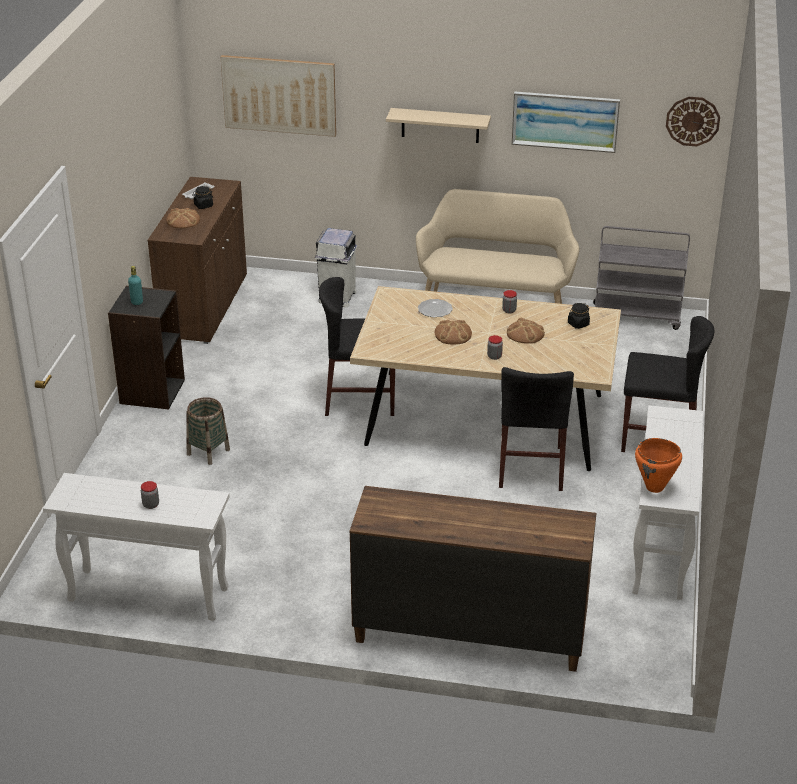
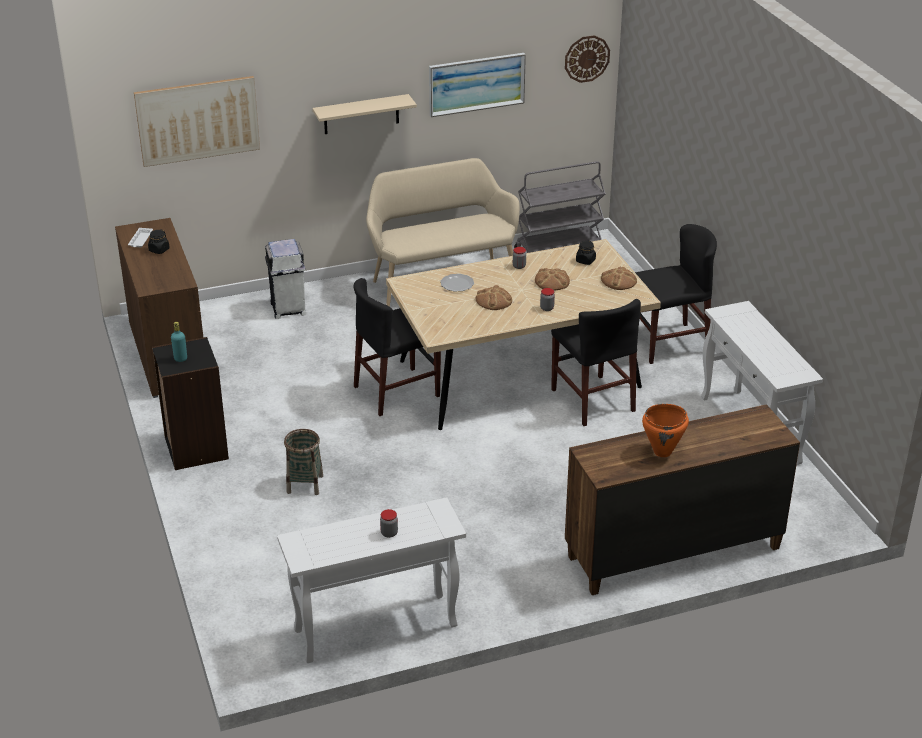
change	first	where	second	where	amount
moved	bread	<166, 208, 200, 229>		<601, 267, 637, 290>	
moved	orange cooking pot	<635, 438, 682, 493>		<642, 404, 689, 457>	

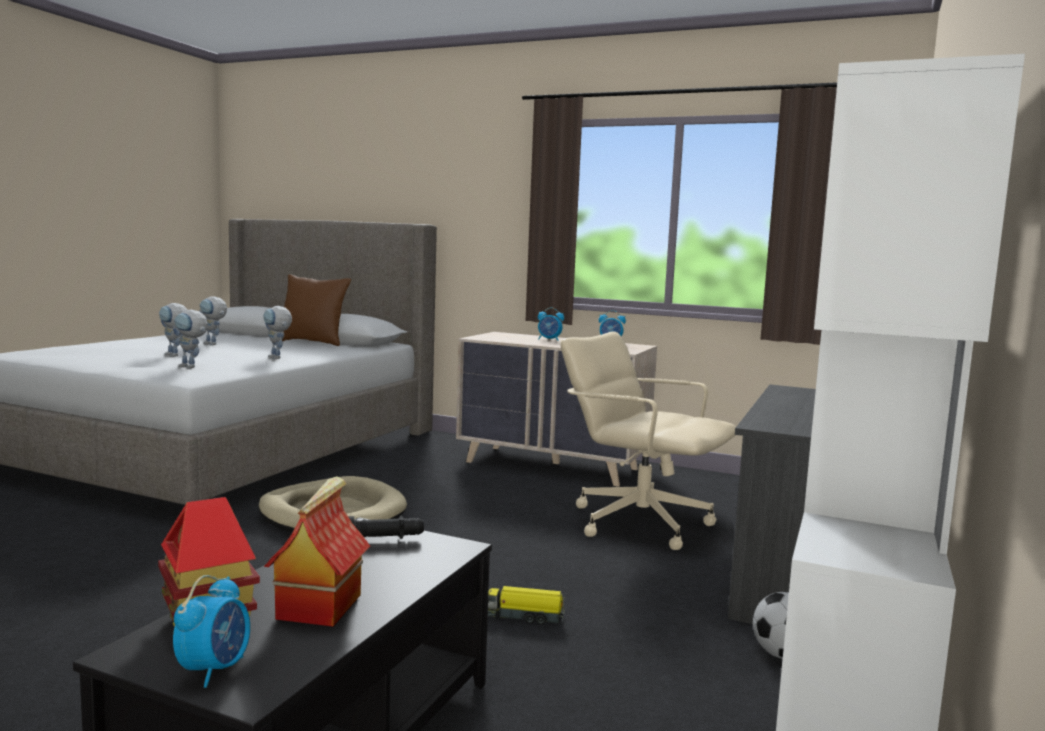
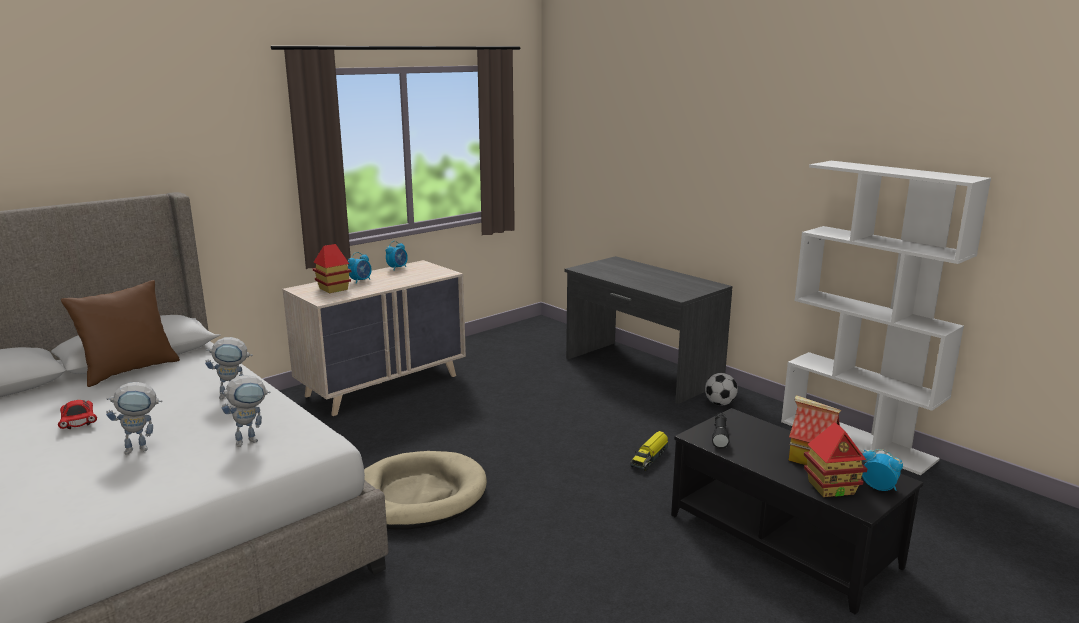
change	first	where	second	where	amount
removed	beige office chair	<560, 332, 736, 550>			
added			toy house	<313, 244, 351, 293>	
replaced	toy robot	<199, 296, 227, 345>	red toy car	<58, 400, 97, 429>	

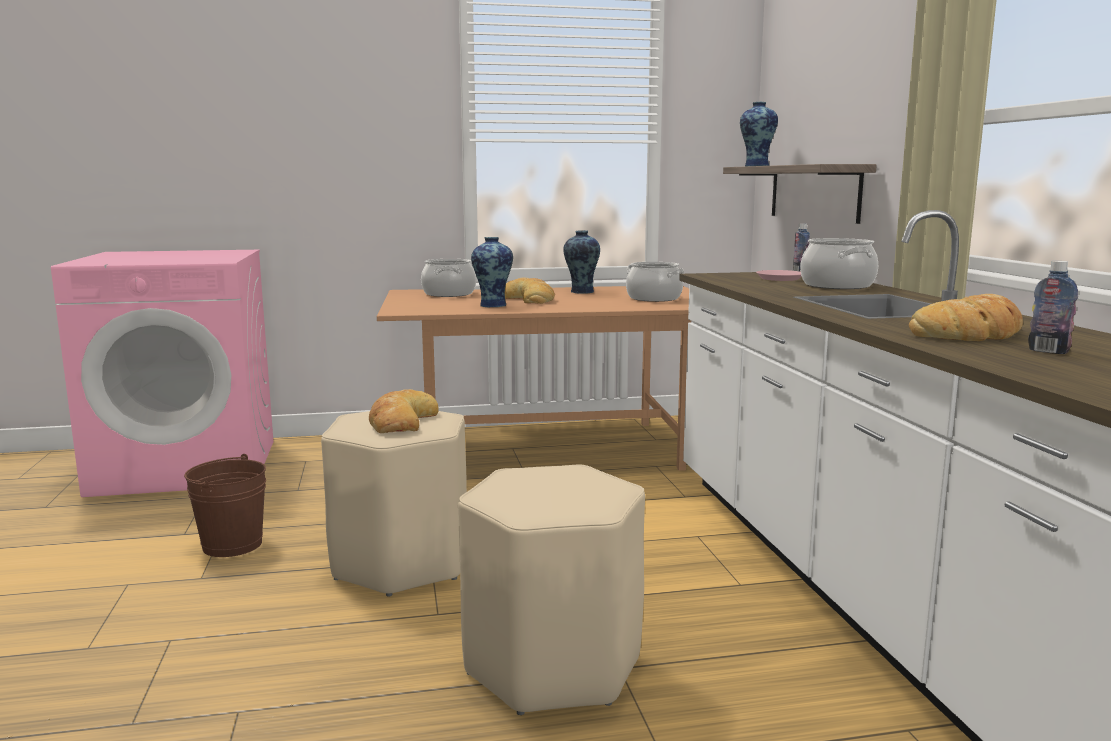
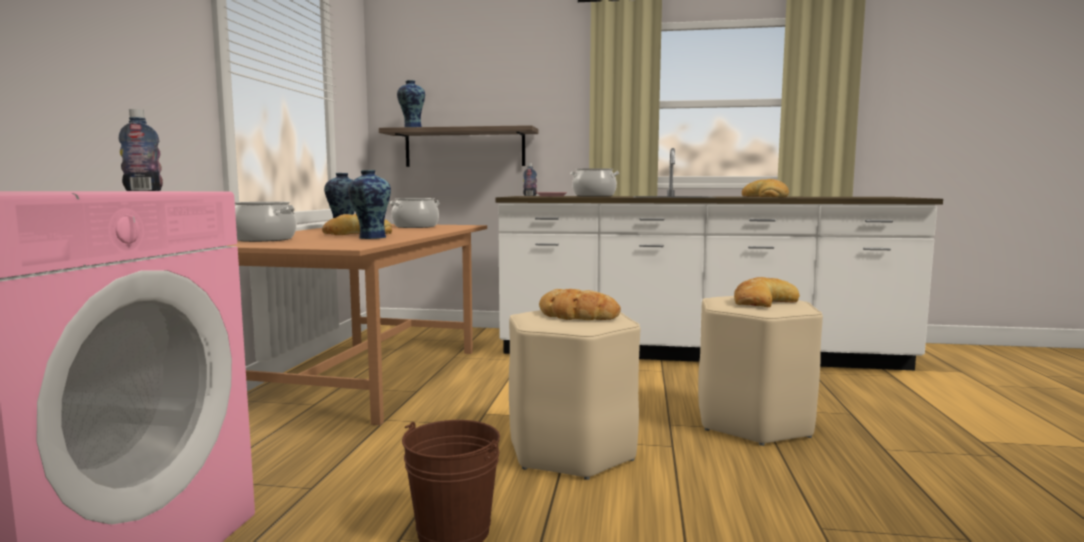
change	first	where	second	where	amount
added			bread	<734, 277, 800, 307>	
moved	bottle	<1028, 261, 1078, 354>		<119, 109, 163, 191>	

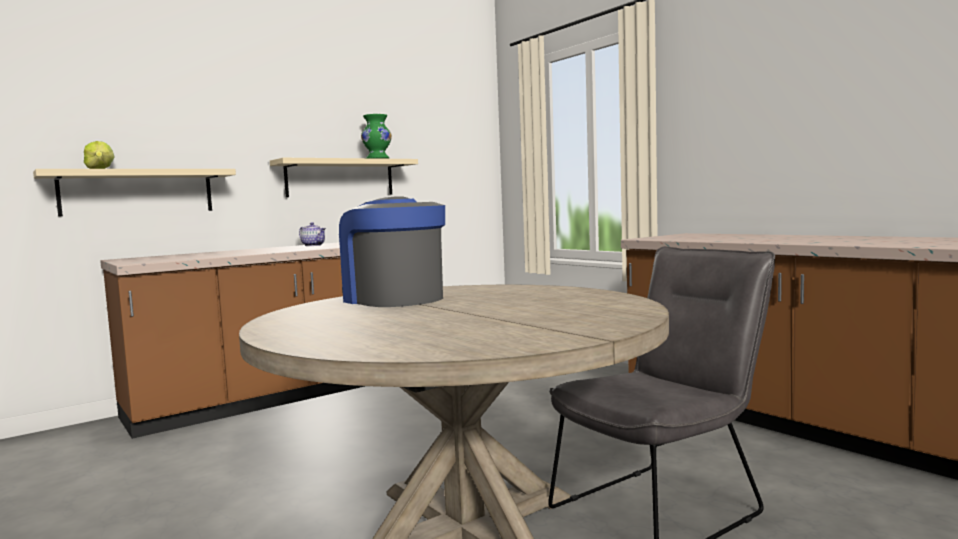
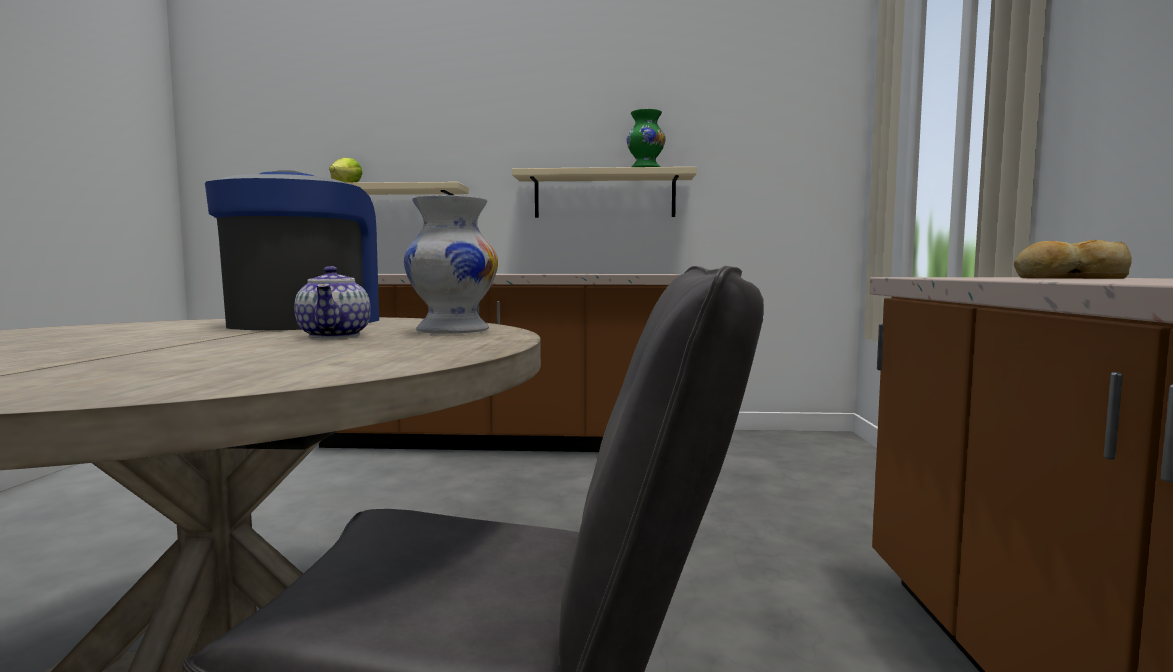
change	first	where	second	where	amount
added			white vase	<404, 195, 498, 334>	
added			bread	<1014, 240, 1132, 279>	
moved	teapot	<299, 222, 326, 246>		<294, 266, 371, 338>	

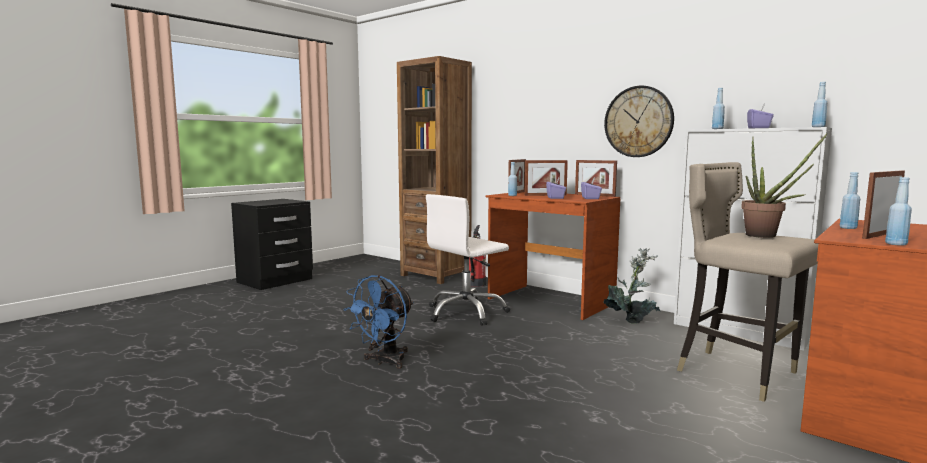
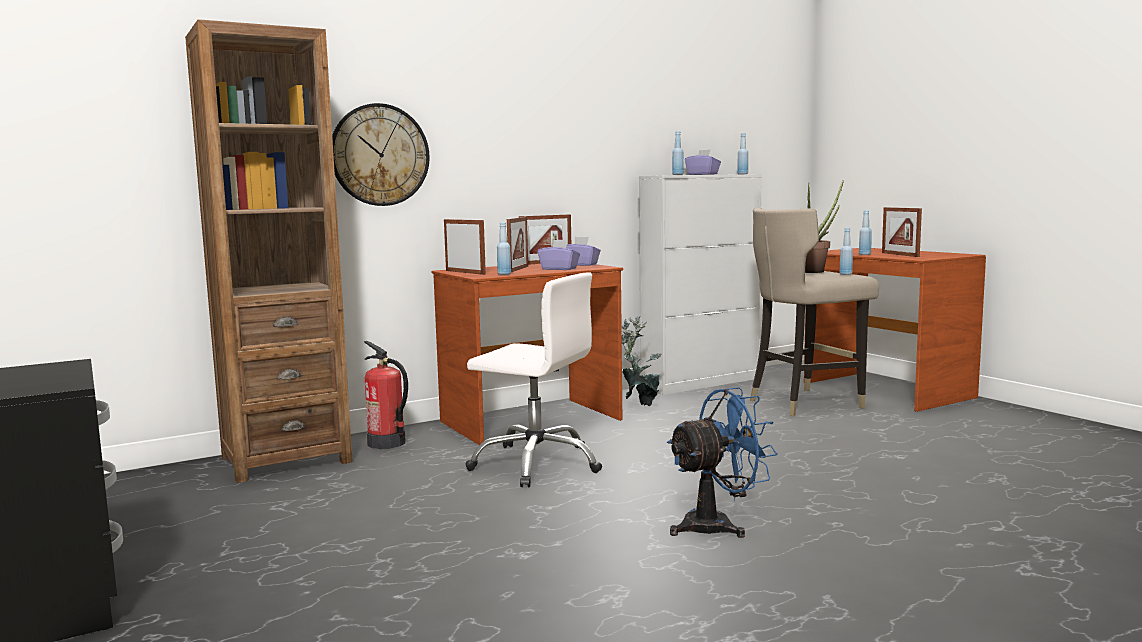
change	first	where	second	where	amount
moved	wall clock	<604, 86, 674, 157>		<332, 103, 430, 206>	
moved	blue bottle	<885, 177, 912, 246>		<839, 228, 853, 275>	
turned	blue fan	<344, 275, 414, 369>		<667, 387, 778, 538>	75 degrees counterclockwise
turned	white office chair	<426, 194, 510, 326>		<465, 272, 602, 487>	45 degrees counterclockwise

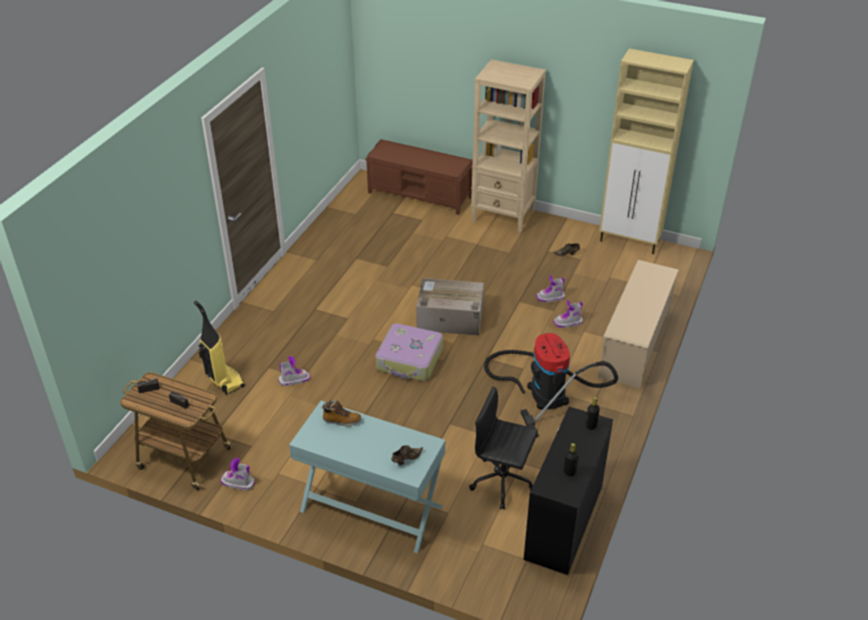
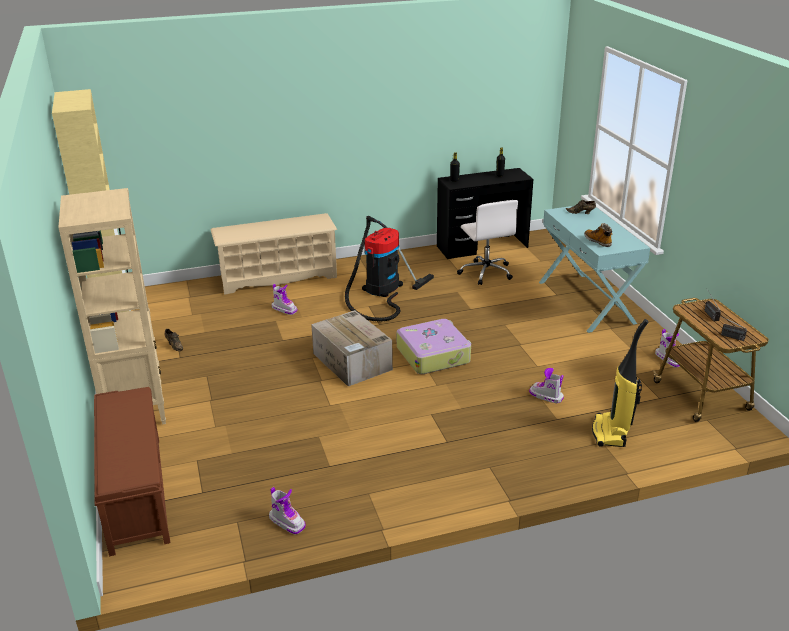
change	first	where	second	where	amount
moved	boot	<536, 275, 565, 302>		<269, 487, 306, 535>	
recoloured	black office chair	<469, 386, 538, 509>	white office chair	<457, 200, 518, 285>	

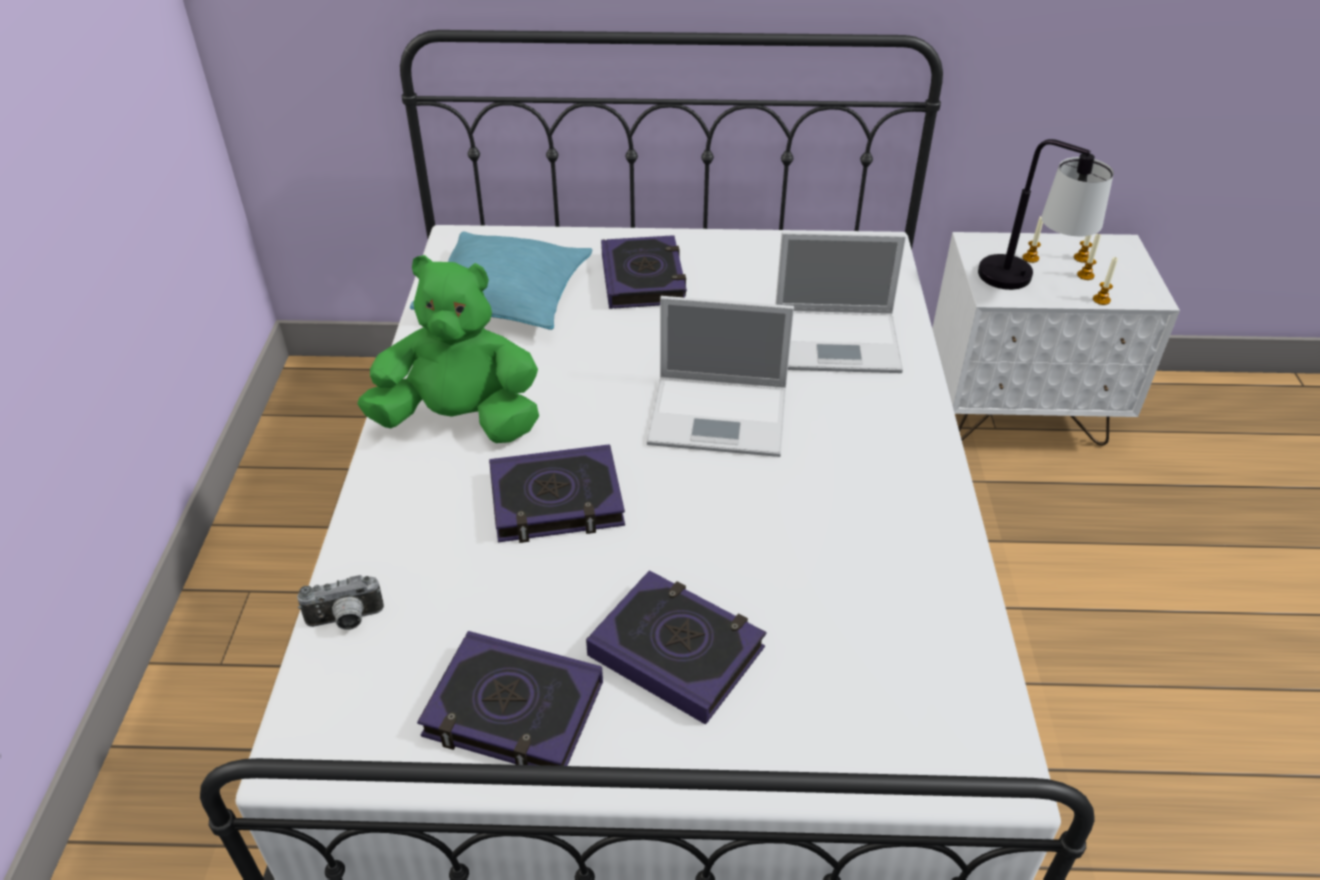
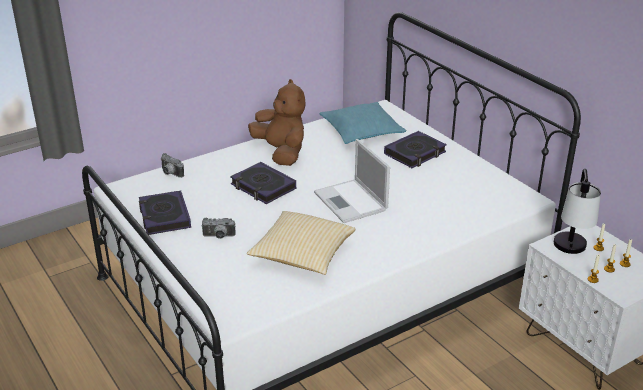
change	first	where	second	where	amount
removed	laptop	<775, 232, 906, 373>			
added			pillow	<247, 211, 356, 275>	
replaced	book	<586, 570, 766, 724>	photo camera	<202, 218, 236, 239>	
recoloured	green plush toy	<357, 255, 539, 443>	brown plush toy	<248, 79, 306, 166>	

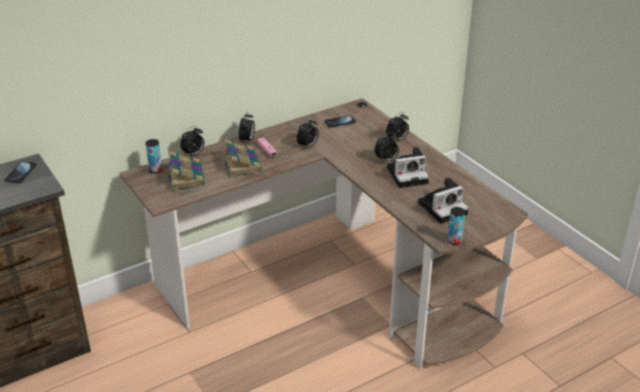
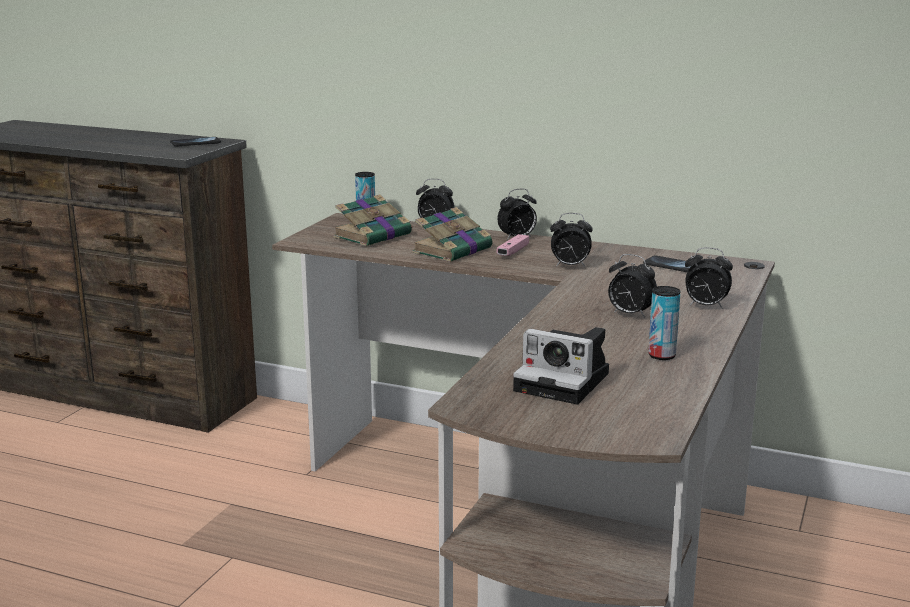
change	first	where	second	where	amount
removed	photo camera	<387, 147, 429, 188>			
moved	can	<447, 207, 465, 245>		<648, 286, 681, 360>	

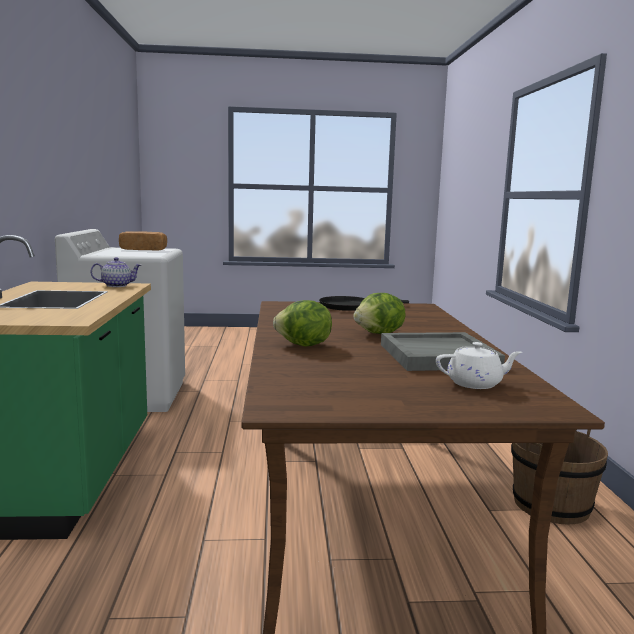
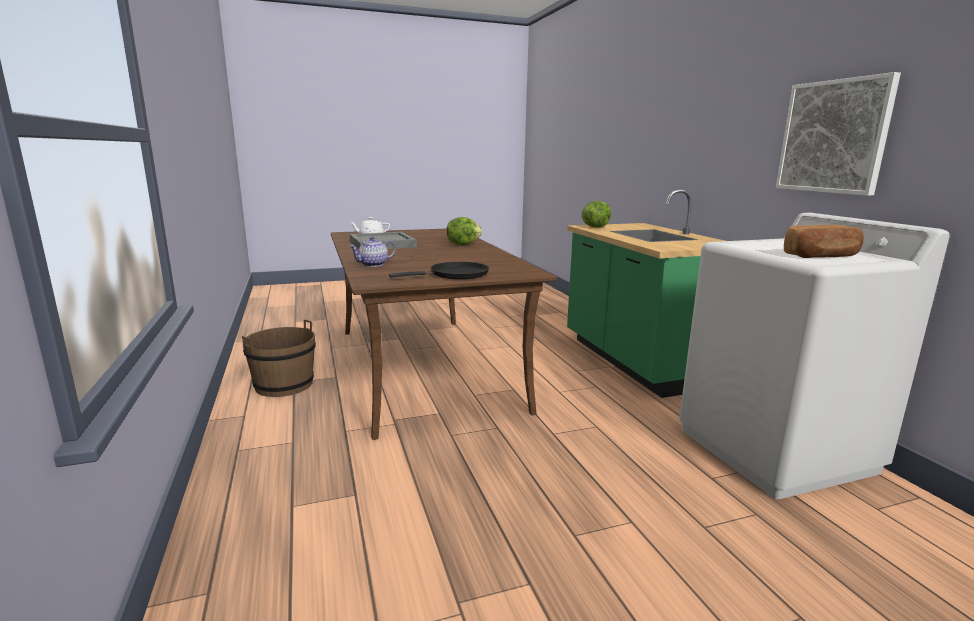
change	first	where	second	where	amount
added			picture	<776, 72, 901, 196>	
moved	teapot	<90, 257, 141, 287>		<349, 237, 396, 267>	
moved	lettuce	<353, 293, 405, 334>		<582, 201, 611, 228>	

